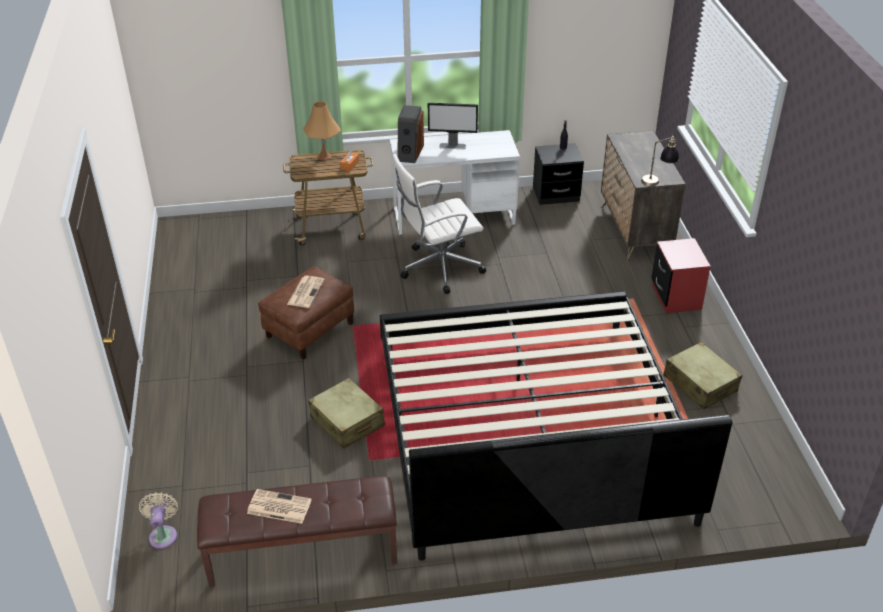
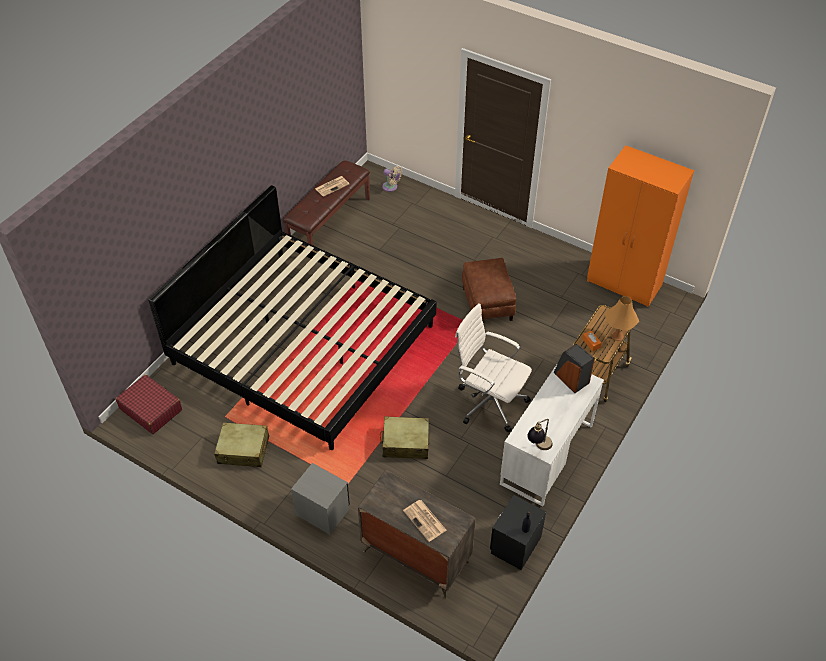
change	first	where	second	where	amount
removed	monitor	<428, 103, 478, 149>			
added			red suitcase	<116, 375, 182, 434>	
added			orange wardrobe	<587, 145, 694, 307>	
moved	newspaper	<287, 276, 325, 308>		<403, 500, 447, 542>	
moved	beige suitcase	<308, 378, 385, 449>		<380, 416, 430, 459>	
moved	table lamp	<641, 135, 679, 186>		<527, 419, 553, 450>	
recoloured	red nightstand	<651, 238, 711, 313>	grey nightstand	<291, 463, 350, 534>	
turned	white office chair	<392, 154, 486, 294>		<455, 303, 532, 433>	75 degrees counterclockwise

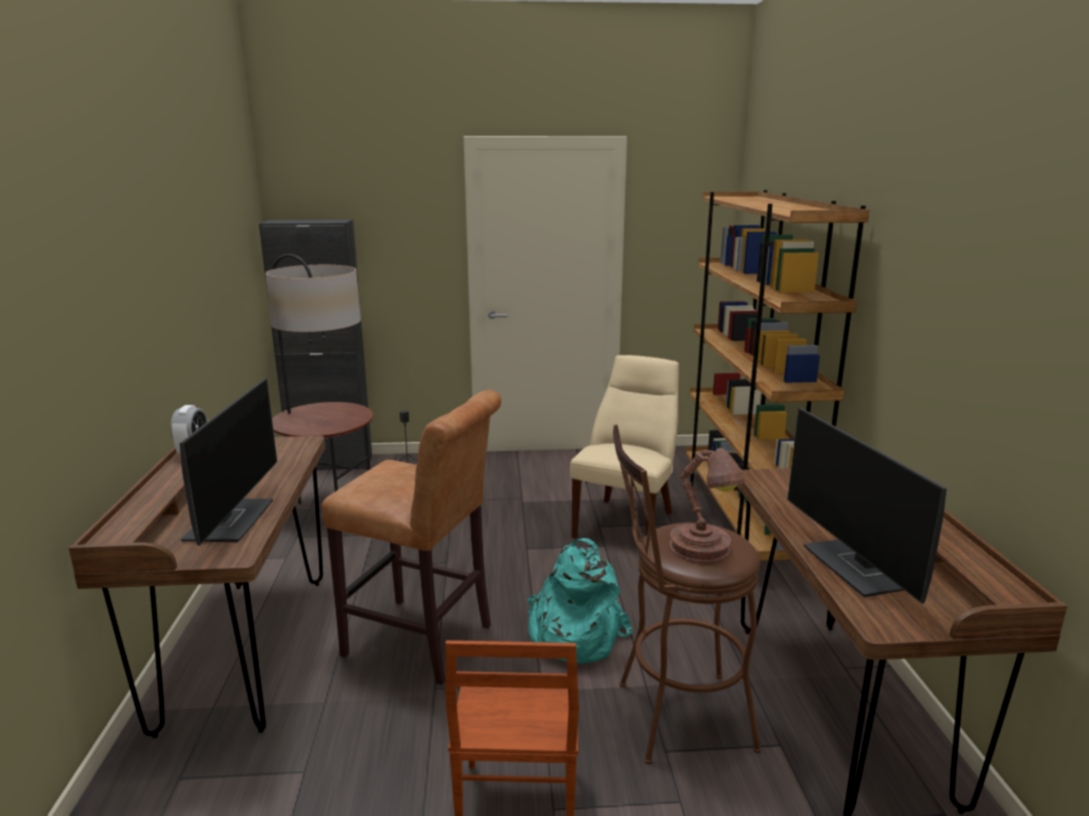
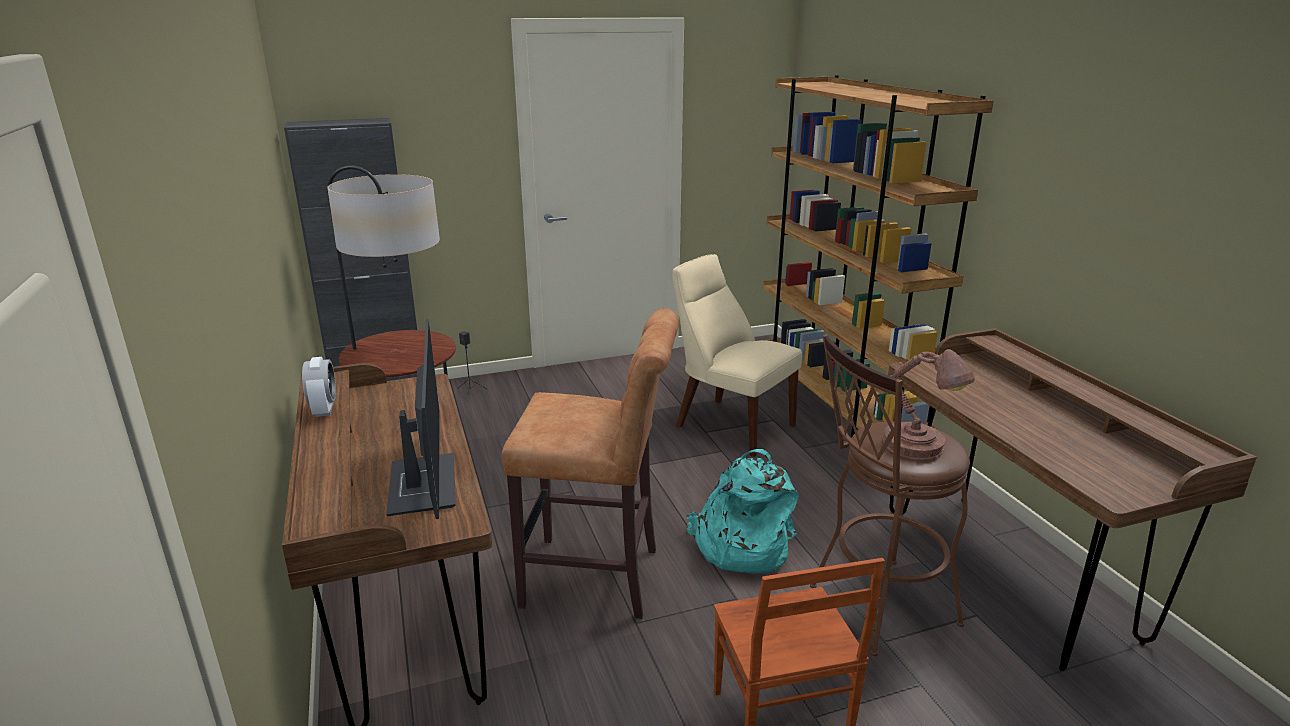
change	first	where	second	where	amount
removed	monitor	<787, 407, 947, 604>			
turned	beige chair	<570, 355, 679, 538>		<672, 254, 802, 457>	60 degrees counterclockwise

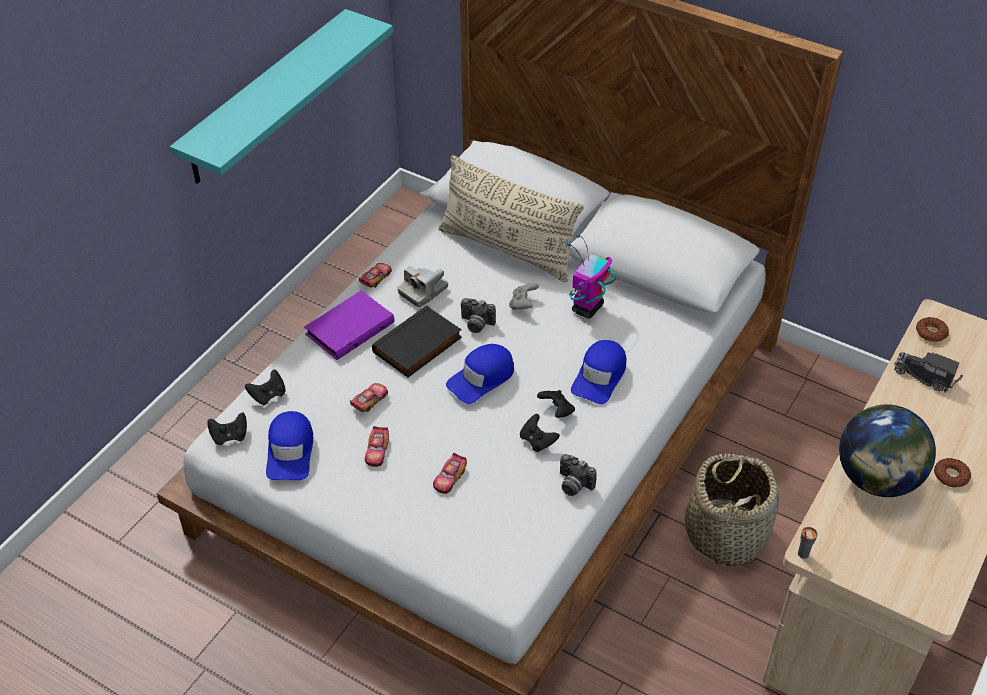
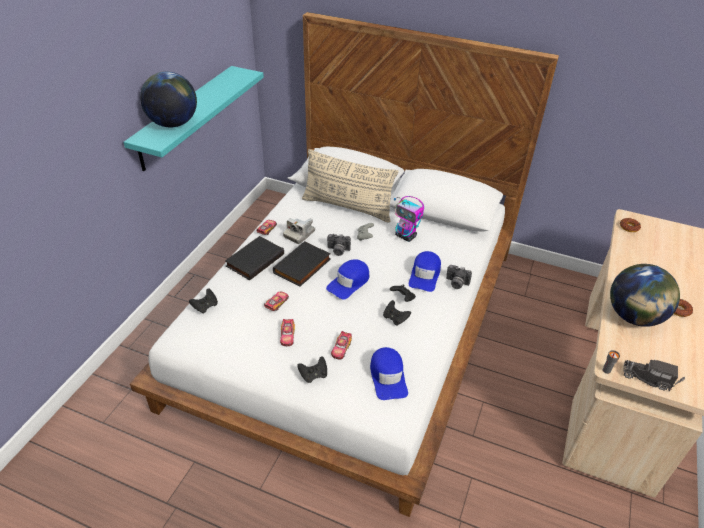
change	first	where	second	where	amount
removed	basket	<685, 454, 779, 567>			
added			globe	<140, 71, 197, 127>	
moved	black game controller	<207, 412, 247, 445>		<298, 356, 327, 383>	
moved	blue cap	<266, 411, 313, 480>		<370, 347, 408, 400>	
moved	photo camera	<560, 454, 597, 496>		<446, 265, 472, 289>	
moved	toy truck	<894, 352, 963, 393>		<623, 360, 685, 392>	
recoloured	purple book	<304, 290, 395, 360>	black book	<225, 236, 284, 280>	
turned	toy robot	<567, 234, 617, 319>		<393, 196, 424, 242>	75 degrees counterclockwise

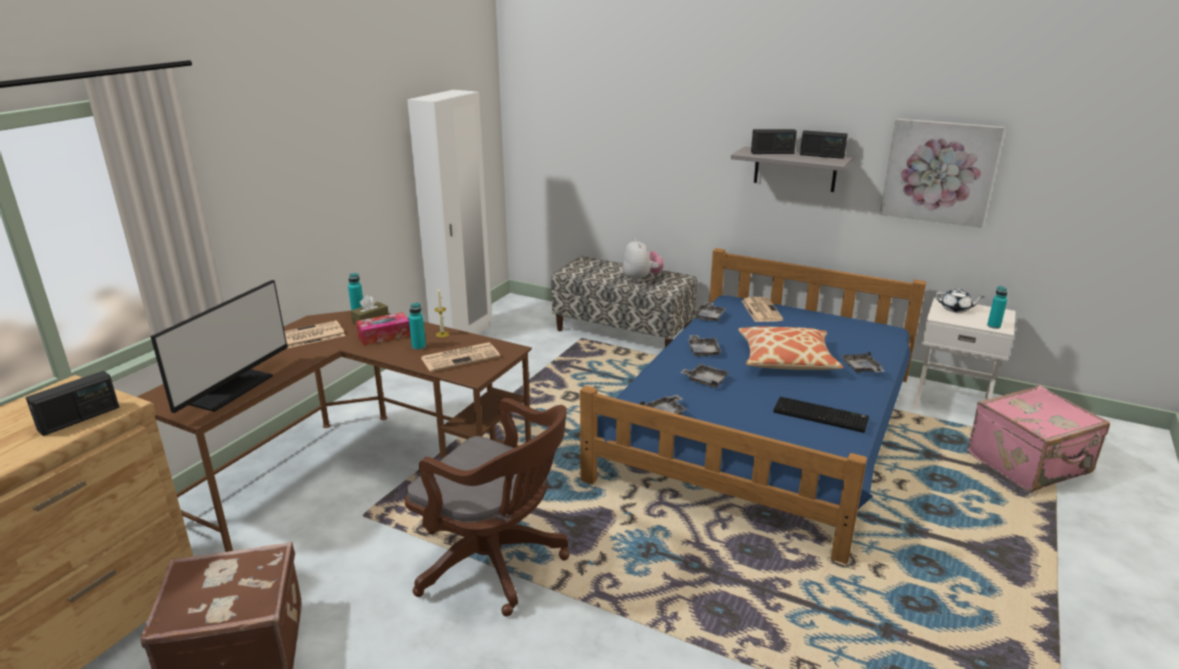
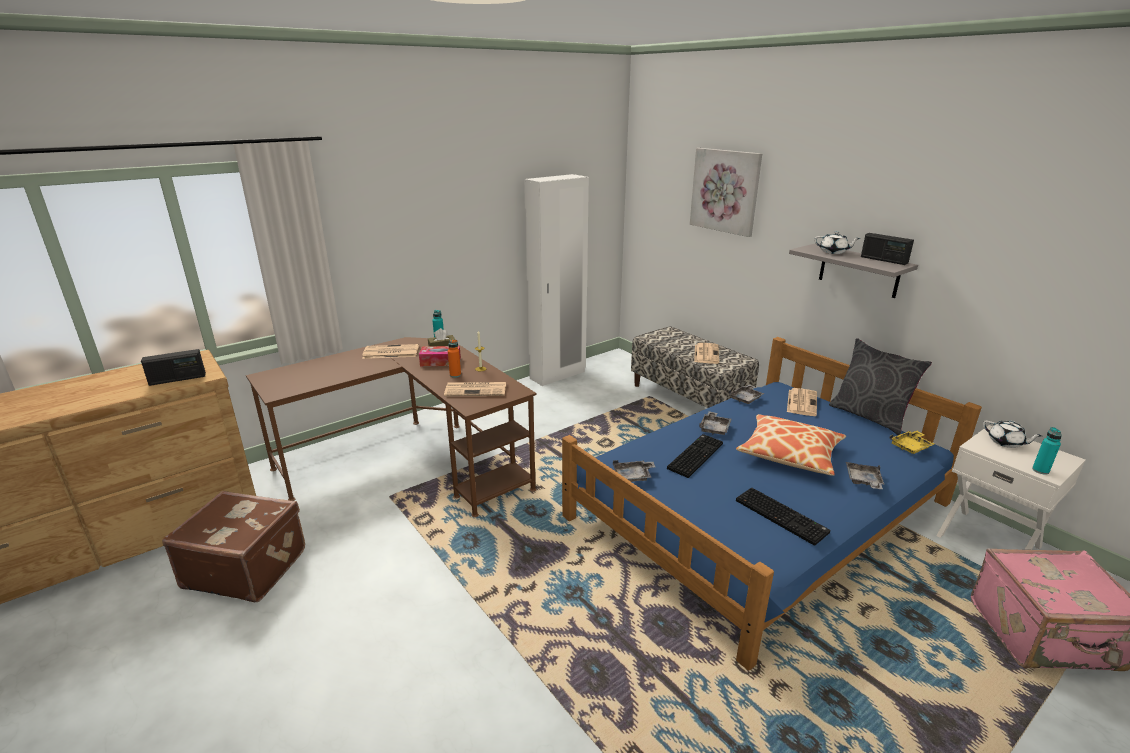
change	first	where	second	where	amount
removed	monitor	<150, 280, 288, 413>			
removed	brown office chair	<404, 398, 570, 616>			
added			grey pillow	<829, 338, 932, 435>	
added			yellow tray	<889, 431, 934, 454>	
moved	picture	<880, 118, 1004, 228>		<690, 148, 762, 237>	
replaced	plush toy	<623, 238, 664, 282>	newspaper	<694, 343, 719, 364>	
replaced	grey tray	<680, 363, 730, 388>	keyboard	<667, 434, 723, 478>	
replaced	radio	<751, 129, 797, 154>	white teapot	<814, 232, 860, 254>	
recoloured	turquoise bottle	<409, 303, 426, 350>	orange bottle	<448, 340, 461, 378>	

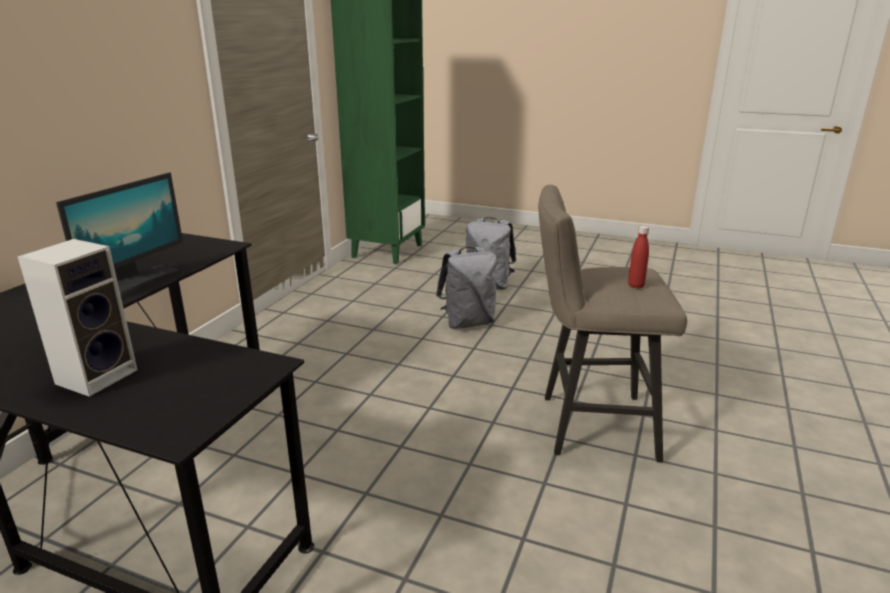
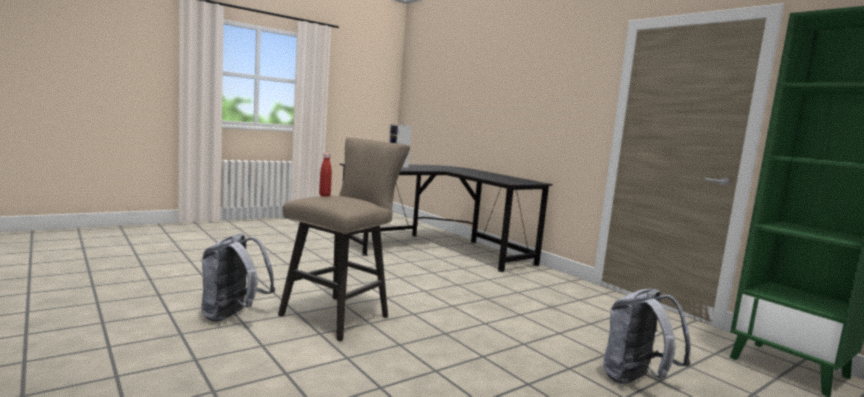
change	first	where	second	where	amount
removed	monitor	<56, 172, 183, 299>			
moved	grey backpack	<436, 246, 497, 329>		<201, 233, 275, 322>	

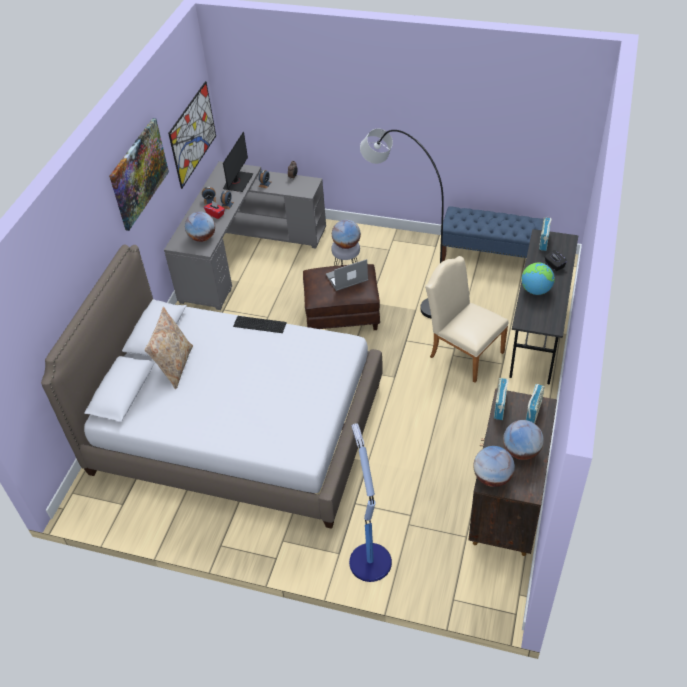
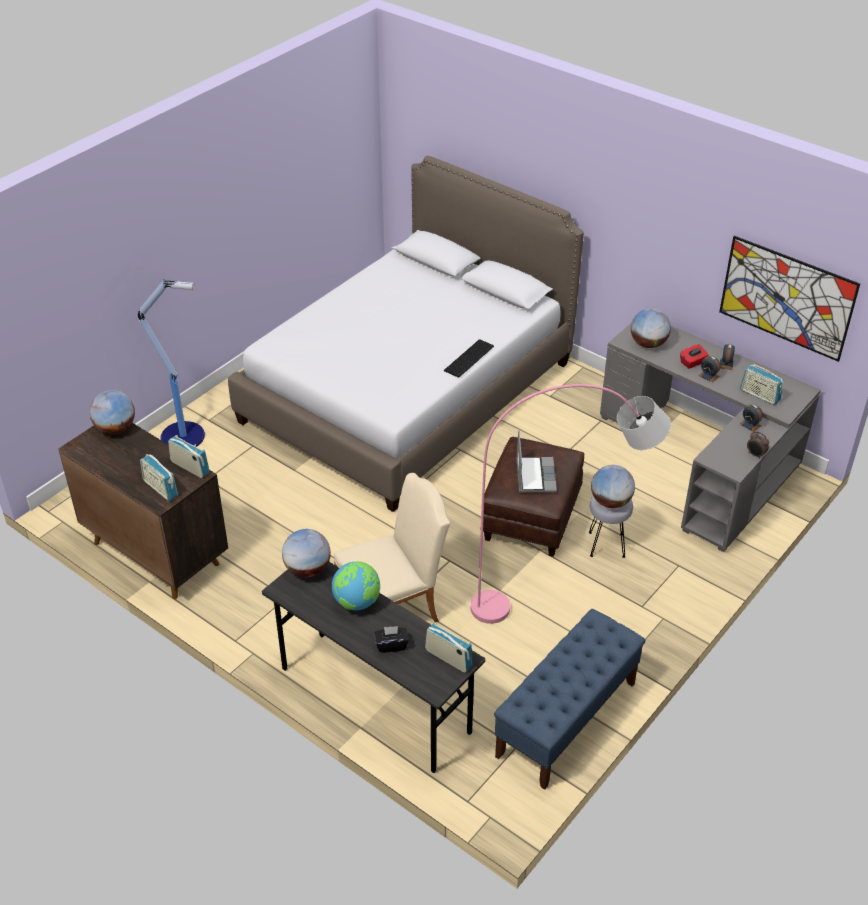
change	first	where	second	where	amount
removed	picture	<109, 118, 169, 231>			
removed	beige pillow	<144, 307, 193, 389>			
moved	globe	<503, 420, 544, 460>		<282, 529, 331, 577>	
replaced	monitor	<223, 132, 254, 192>	radio	<740, 364, 784, 405>	
recoloured	black floor lamp	<360, 129, 444, 318>	pink floor lamp	<471, 384, 671, 624>	

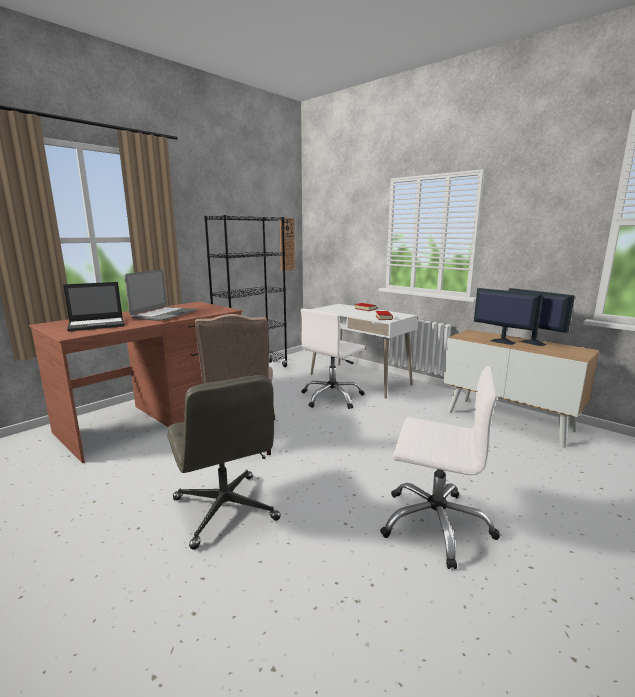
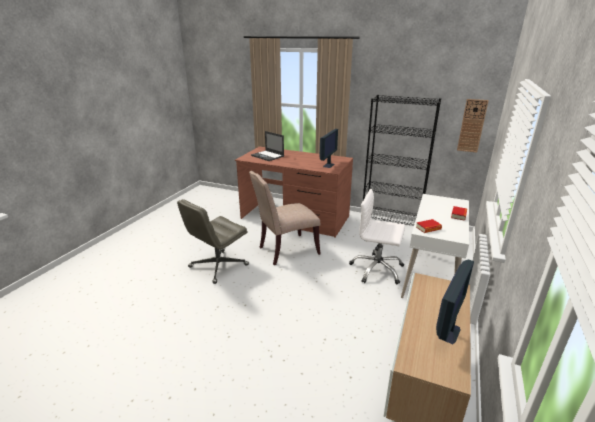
change	first	where	second	where	amount
removed	laptop	<125, 270, 197, 321>			
removed	white office chair	<380, 366, 500, 569>			
moved	monitor	<474, 288, 543, 345>		<320, 129, 338, 168>	

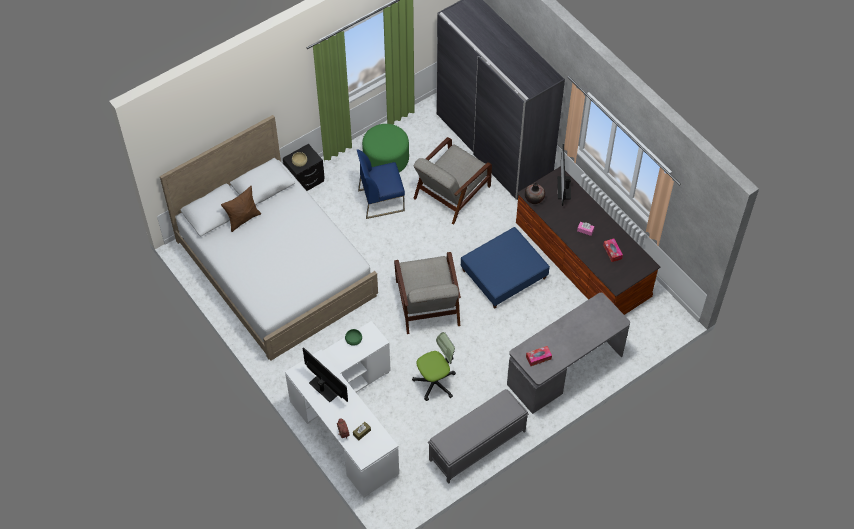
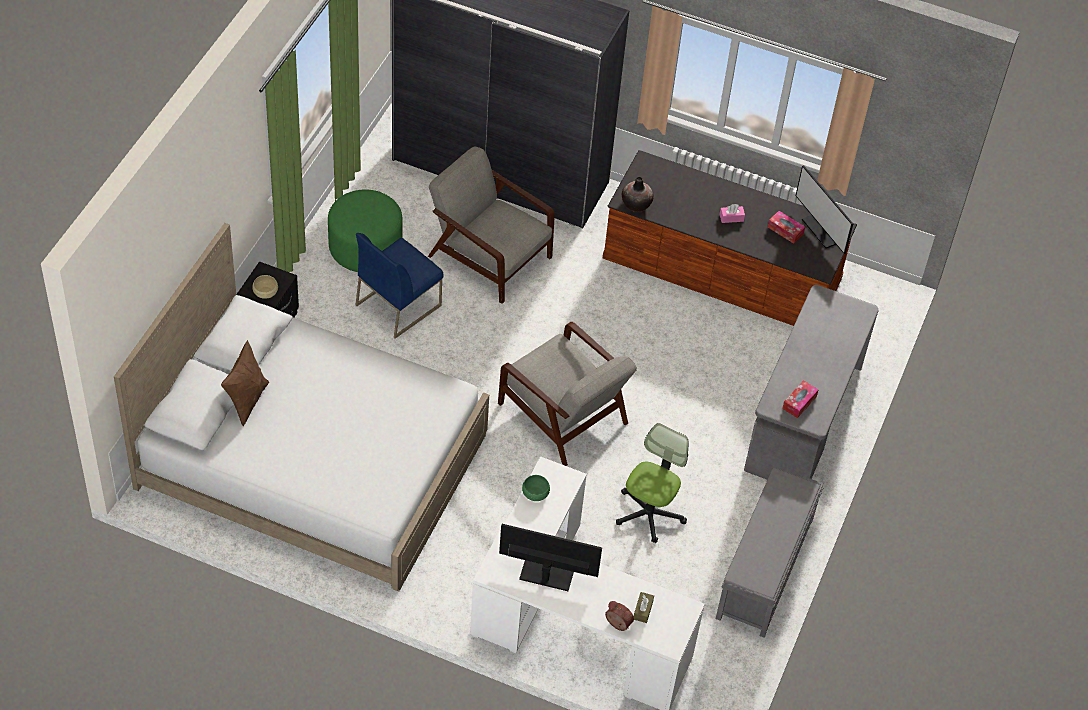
change	first	where	second	where	amount
removed	blue ottoman	<461, 227, 550, 309>			
moved	monitor	<557, 144, 571, 206>		<796, 165, 853, 254>	
turned	grey armchair	<413, 137, 492, 225>		<428, 147, 555, 304>	120 degrees clockwise

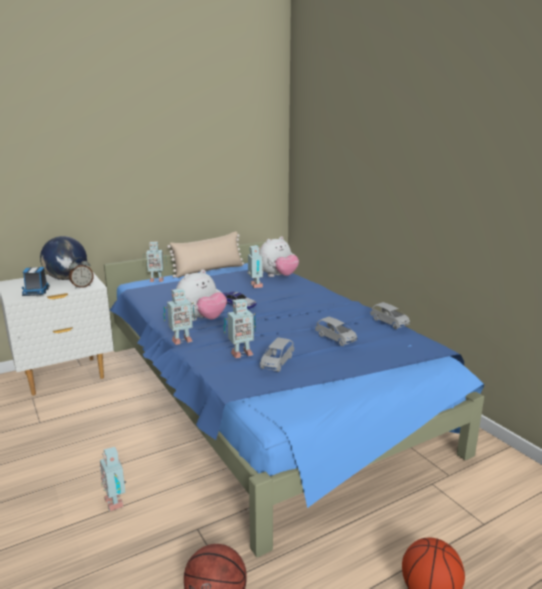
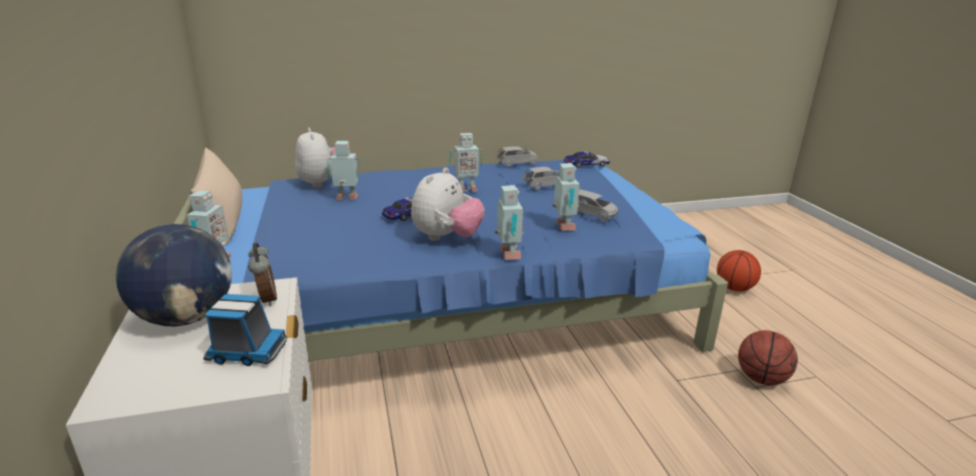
change	first	where	second	where	amount
added			toy car	<564, 151, 610, 168>	
moved	toy robot	<100, 447, 126, 511>		<449, 133, 482, 192>	
turned	plush toy	<176, 269, 227, 321>		<411, 167, 485, 241>	60 degrees clockwise

